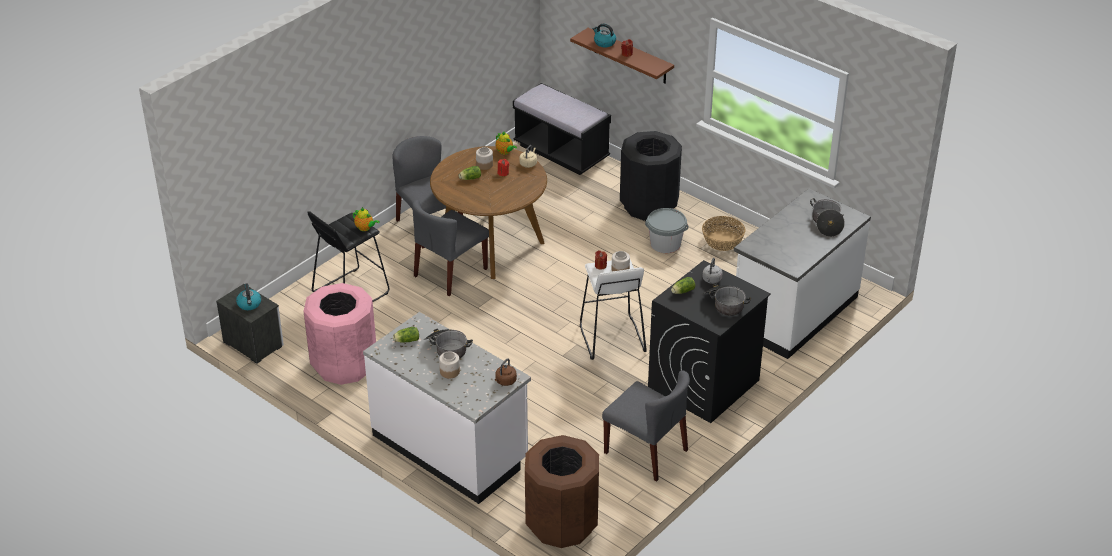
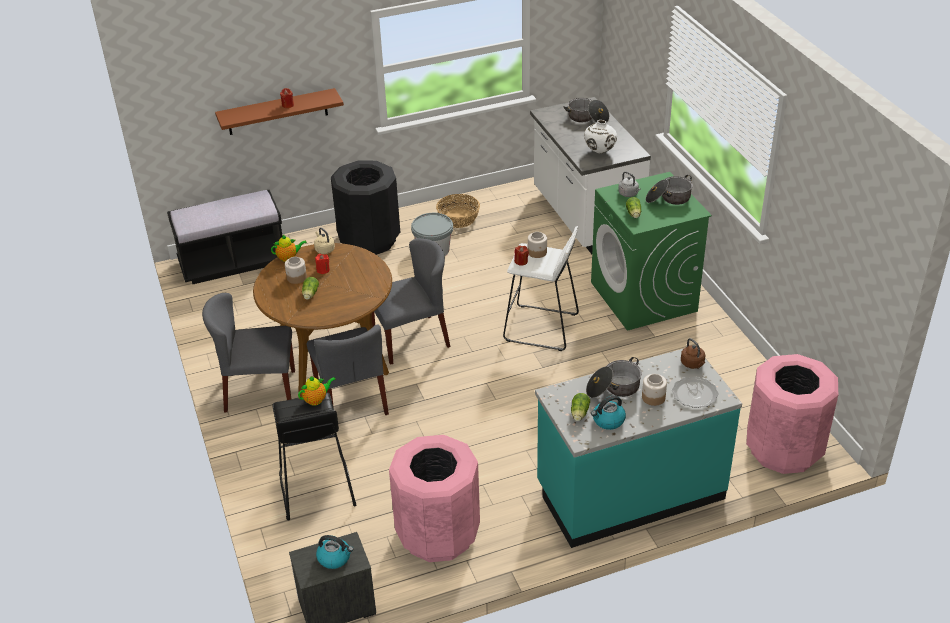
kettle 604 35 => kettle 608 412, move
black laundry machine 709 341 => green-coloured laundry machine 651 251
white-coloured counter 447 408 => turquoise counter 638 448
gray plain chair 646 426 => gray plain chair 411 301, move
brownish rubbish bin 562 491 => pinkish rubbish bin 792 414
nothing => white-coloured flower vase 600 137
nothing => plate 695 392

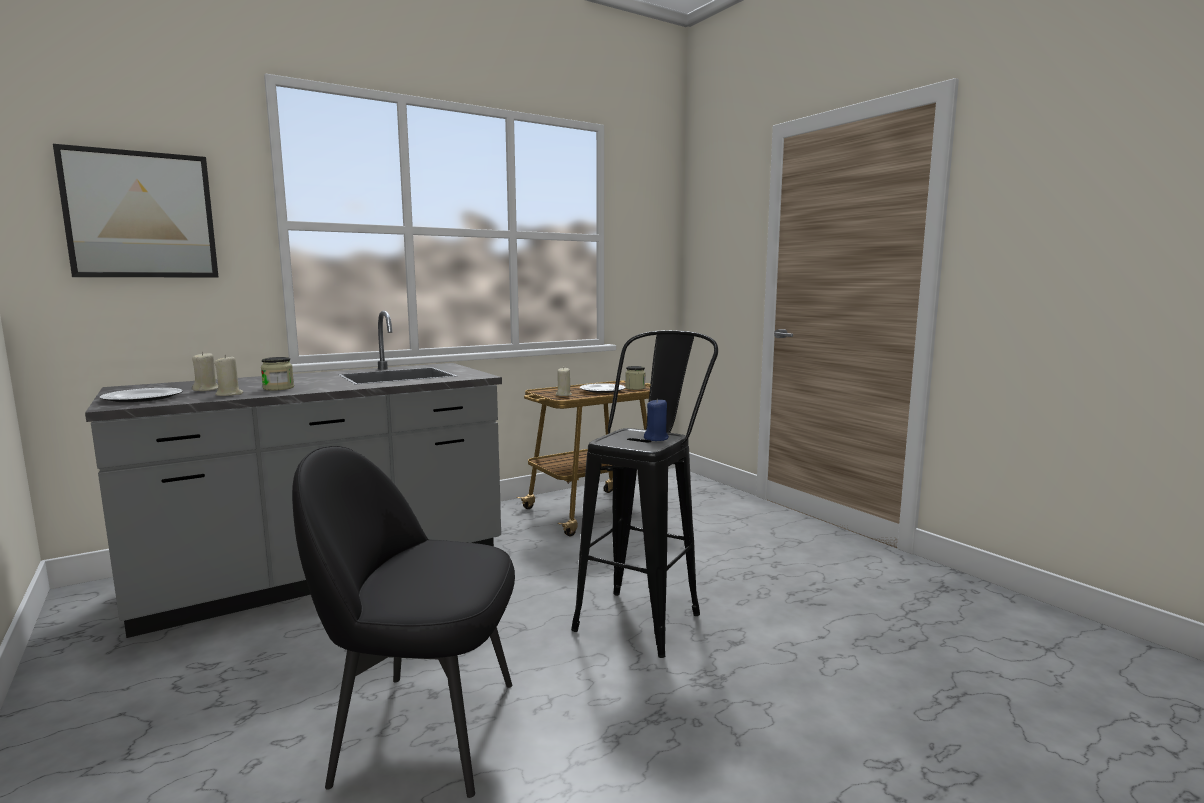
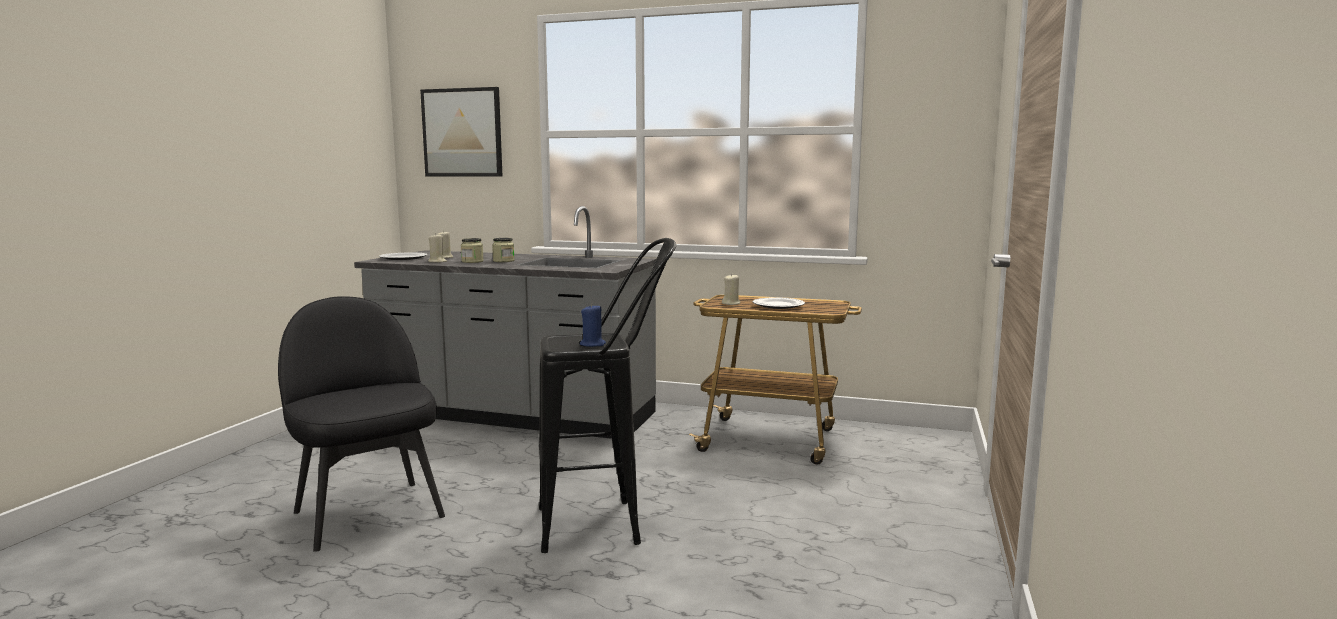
storage jar 635 378 => storage jar 503 250, move

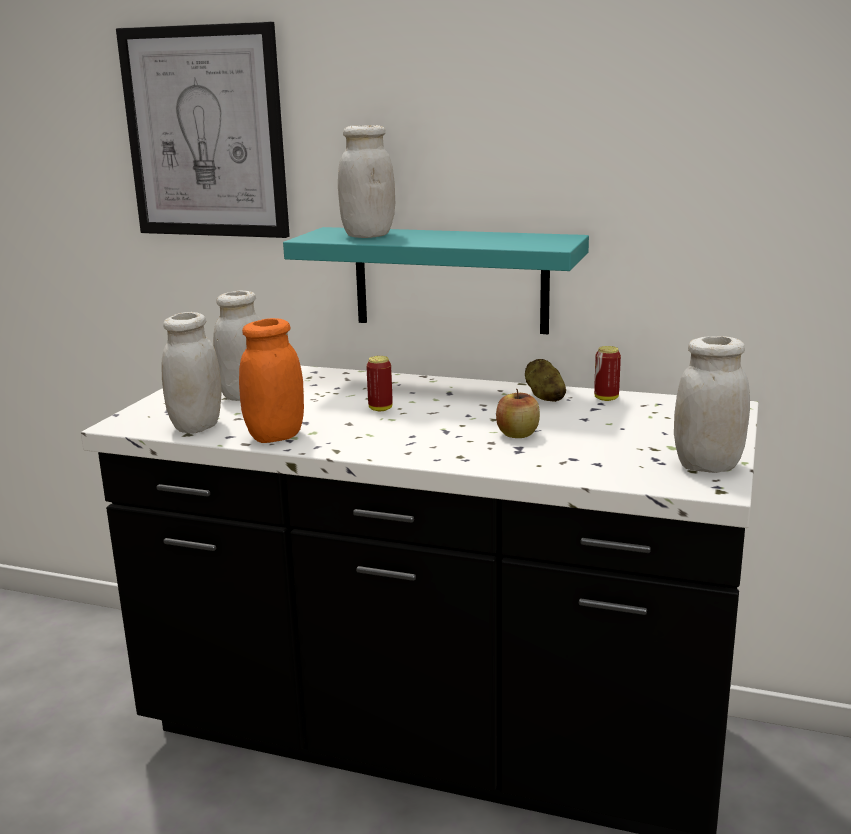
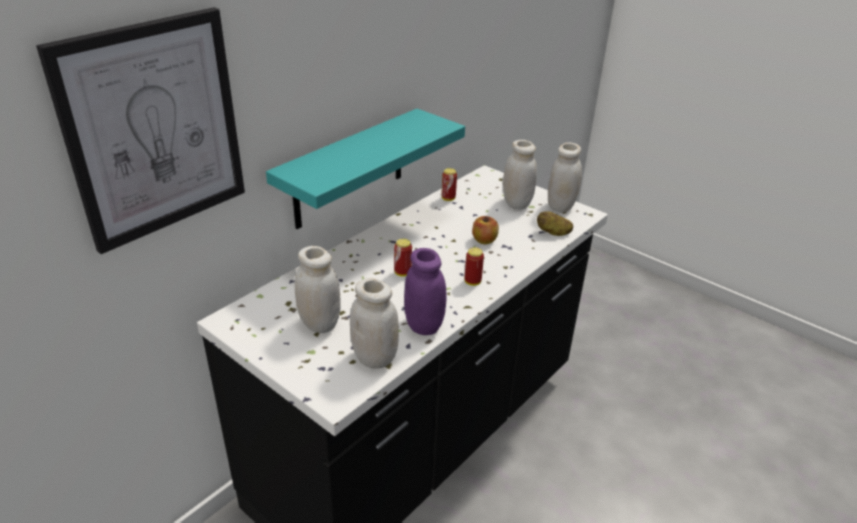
white-coloured storage jar 366 181 => white-coloured storage jar 520 174, move
orange storage jar 271 380 => purple storage jar 425 291
spud 545 380 => spud 555 223, move
nothing => can 474 266

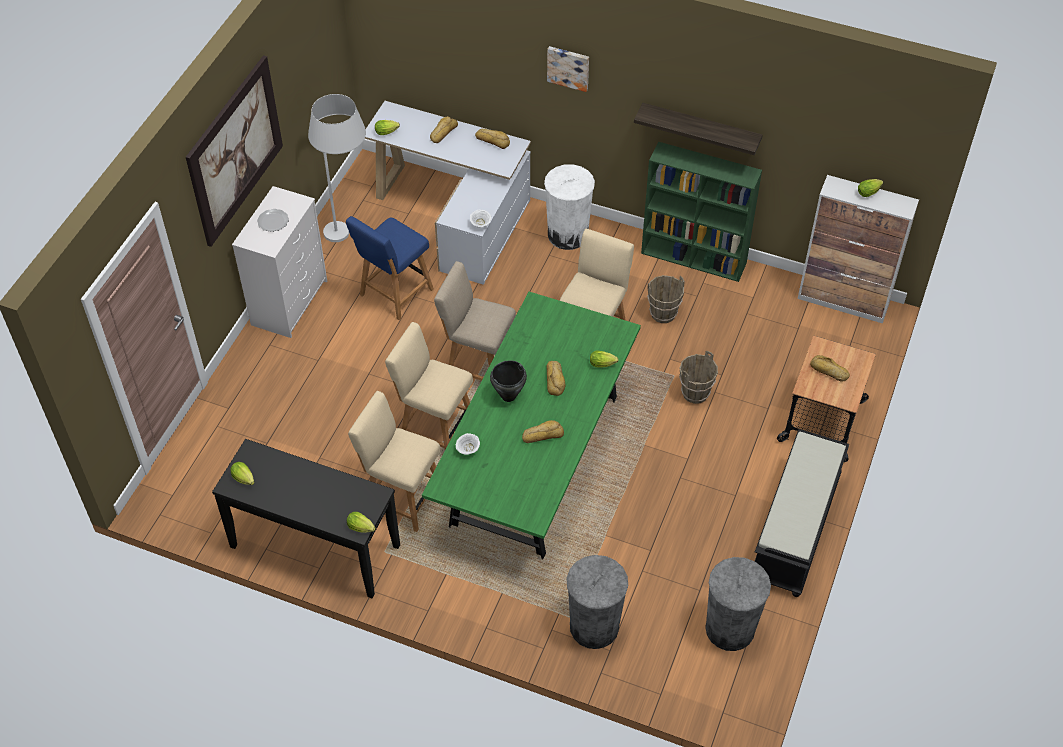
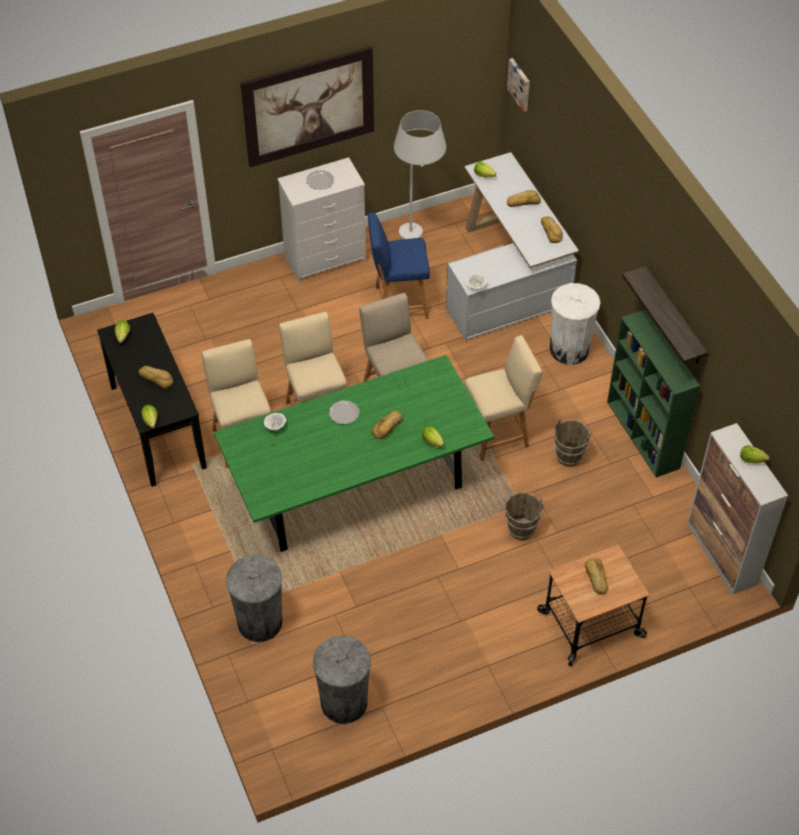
wall picture 568 69 => wall picture 518 85, move
black saucepot 508 381 => plate 344 412
bakery bread 543 431 => bakery bread 156 377, move
black indoor bench 802 513 => nothing

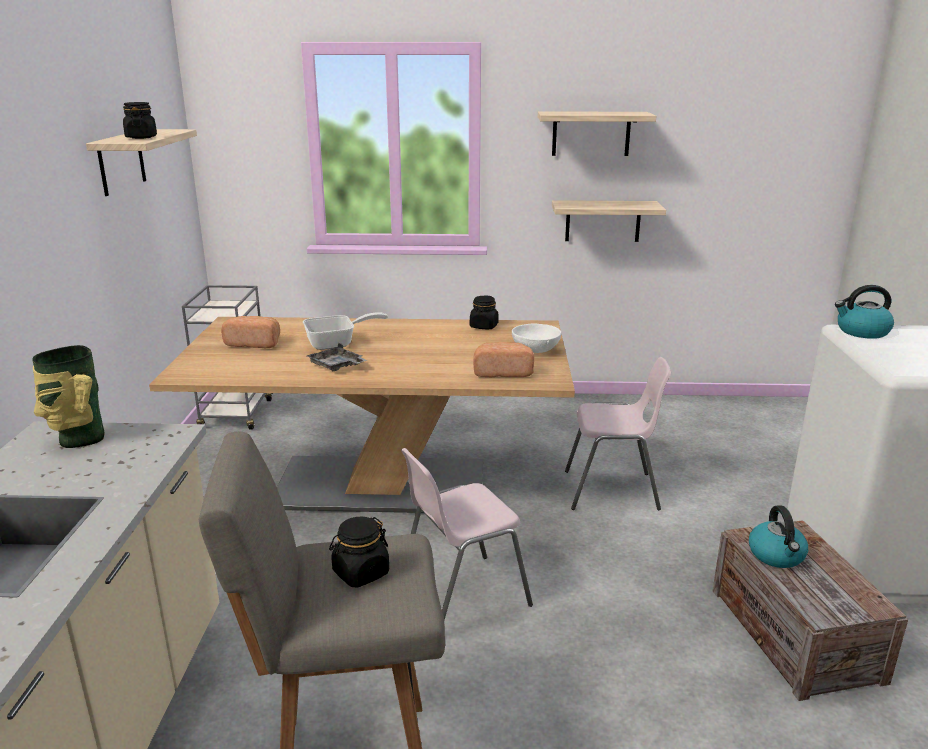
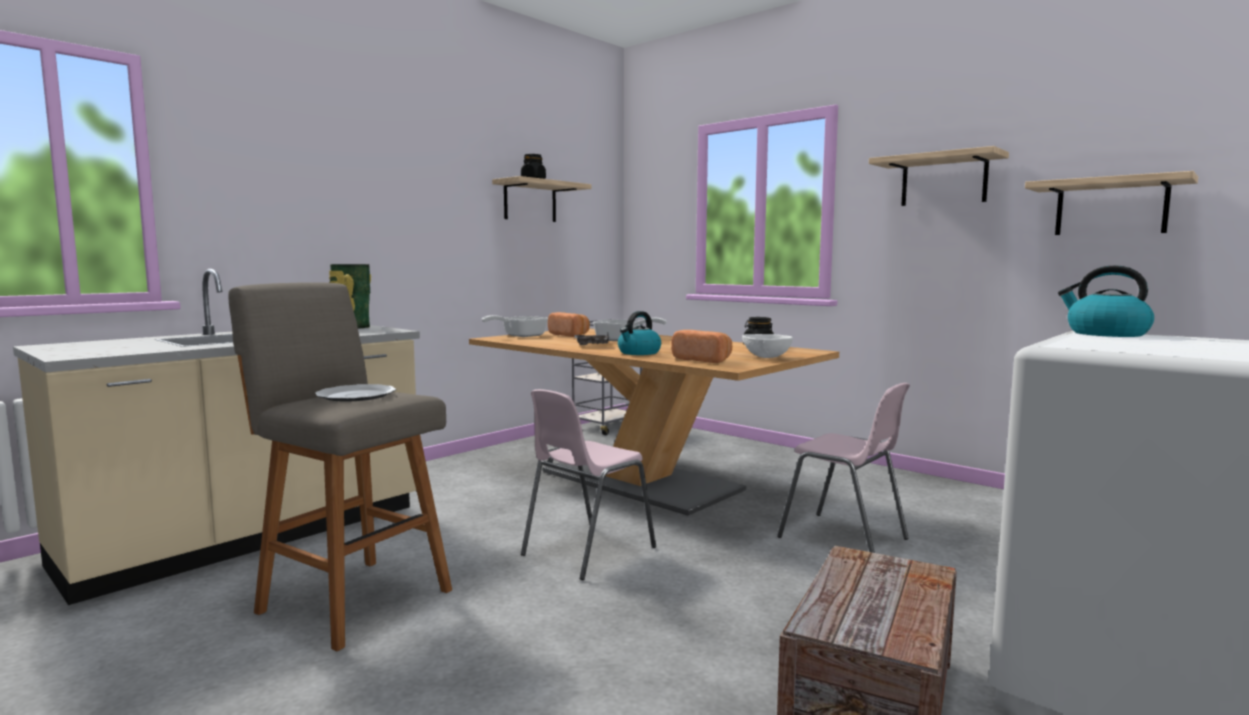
bracket shelf 609 221 => bracket shelf 1111 203, move
pinkish plain chair 467 534 => pinkish plain chair 588 484, 60 degrees counterclockwise
kettle 778 537 => kettle 639 333, move
black storage jar 359 552 => plate 355 393
nothing => frying pan 515 326

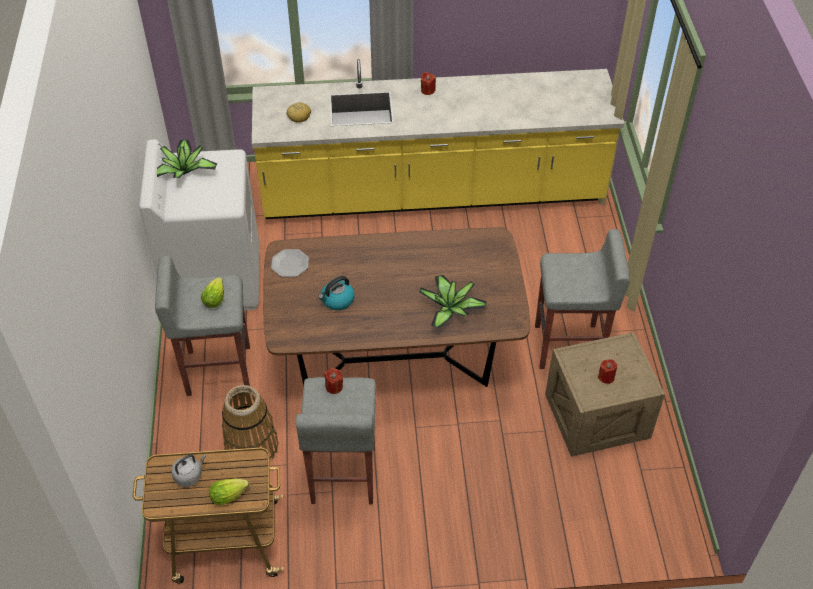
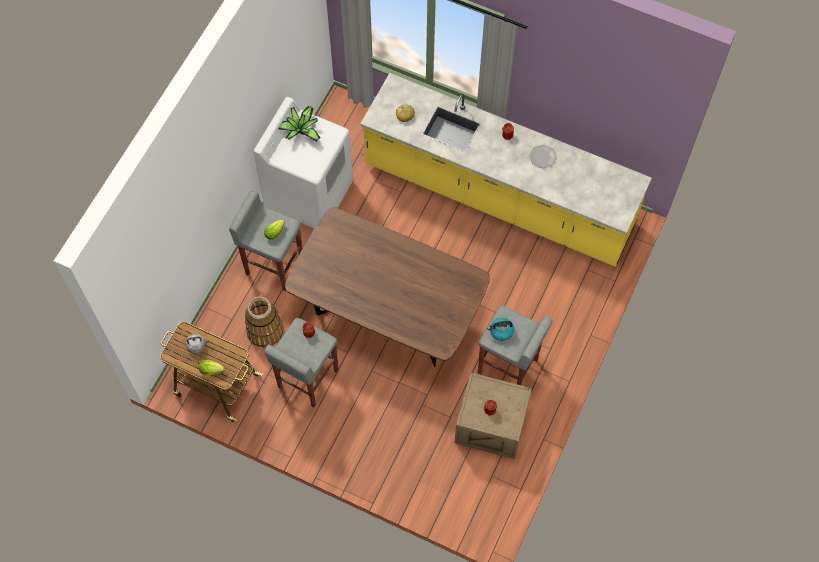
plate 290 263 => plate 543 156, move
plant in a pot 453 302 => nothing
kettle 336 293 => kettle 500 329, move

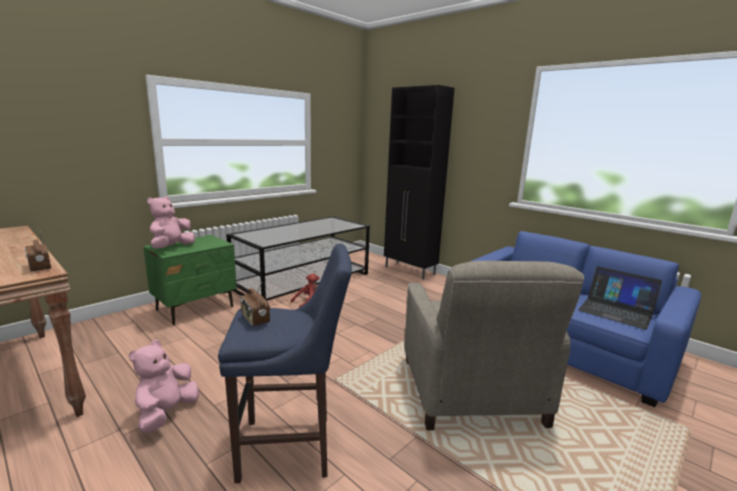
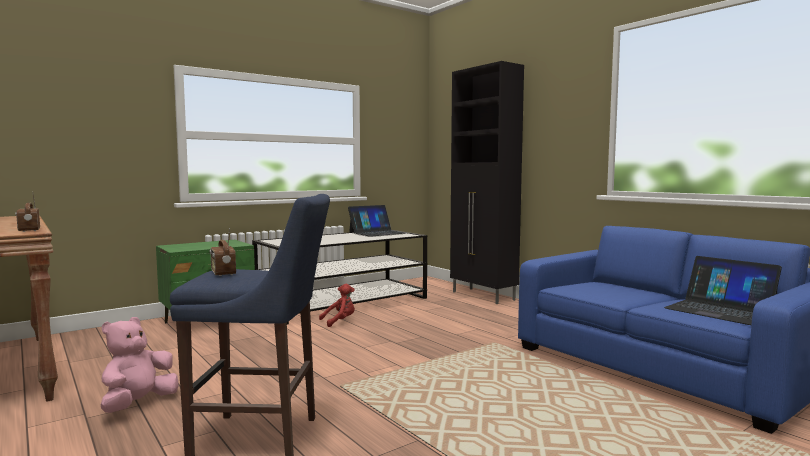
pinkish soft toy 171 222 => nothing
beige-coloured lounge chair 494 345 => nothing
nothing => laptop 377 221

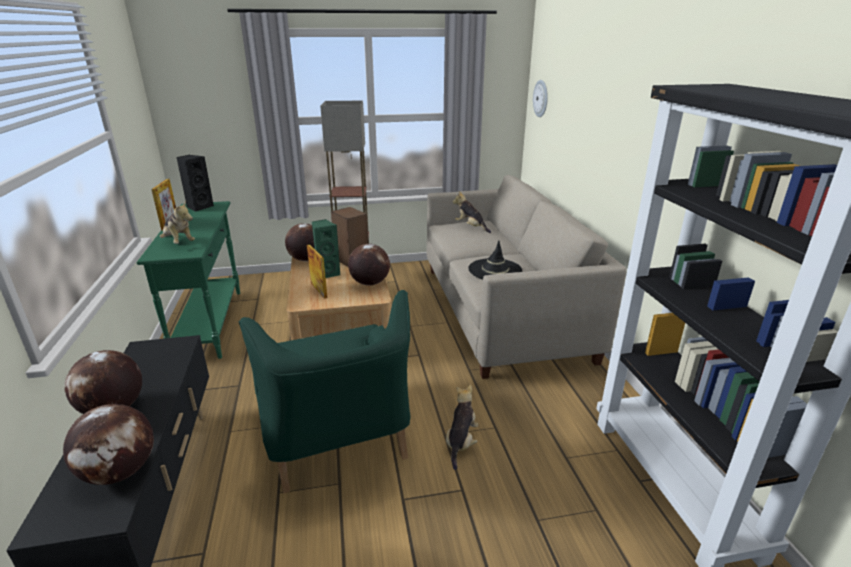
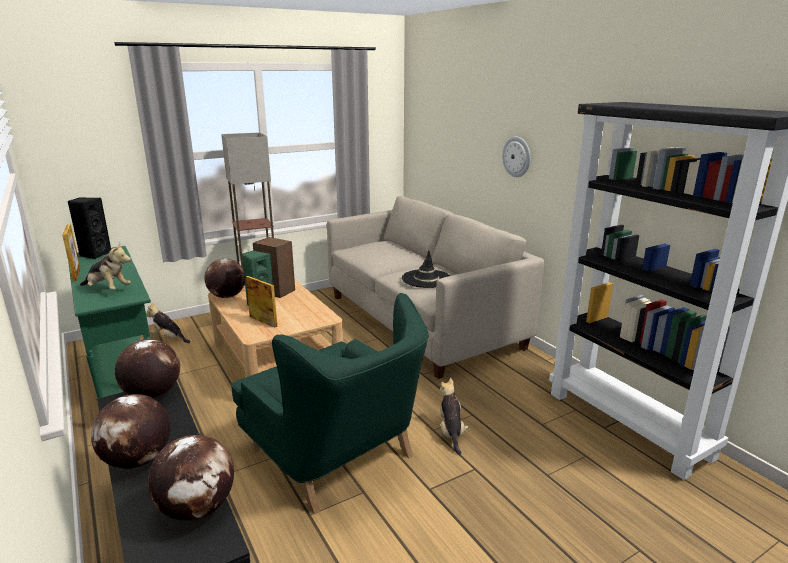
clock on the wall 540 98 => clock on the wall 516 156, move
soft toy 471 212 => soft toy 168 322, move
globe 369 265 => globe 147 369, move

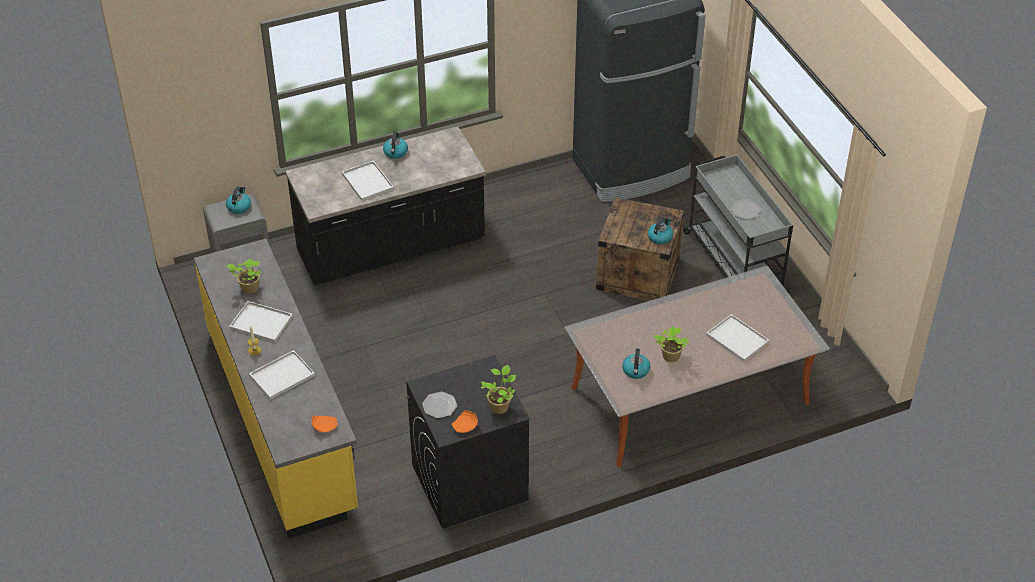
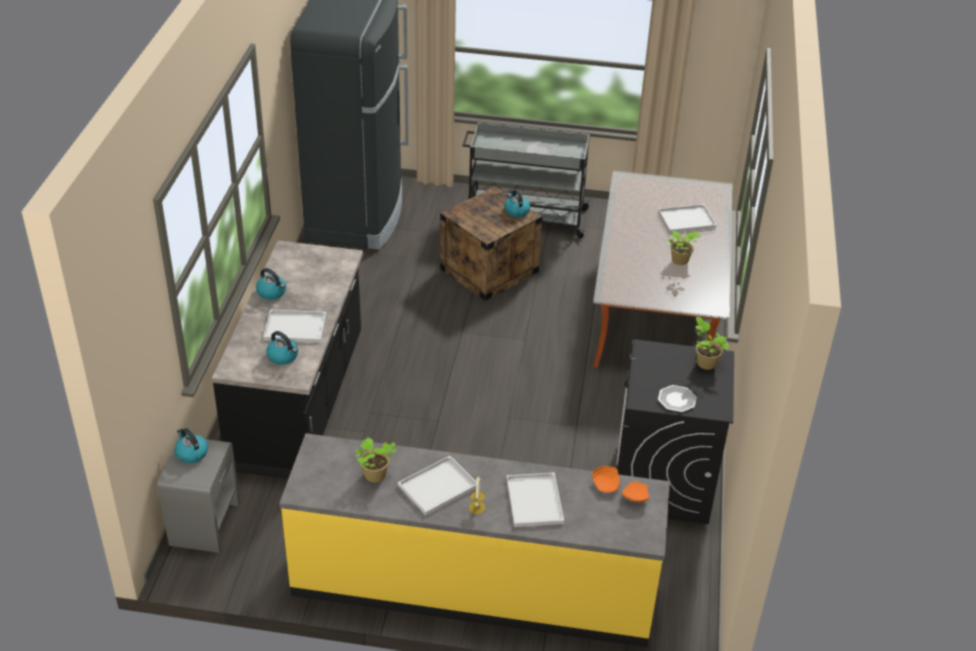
kettle 636 363 => kettle 282 348, move
orange plate 465 421 => orange plate 606 479, move

